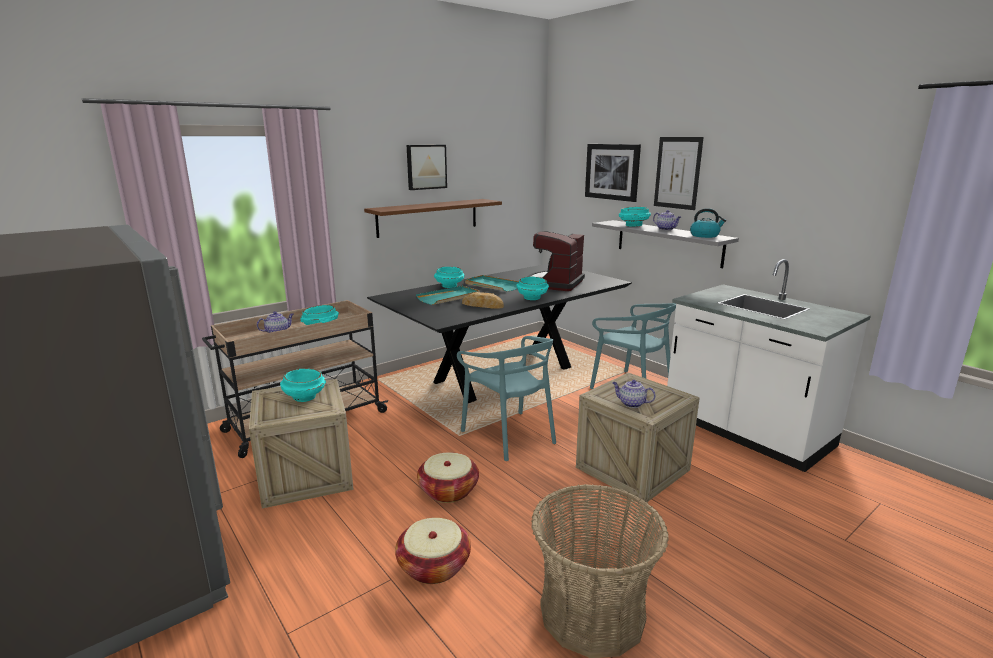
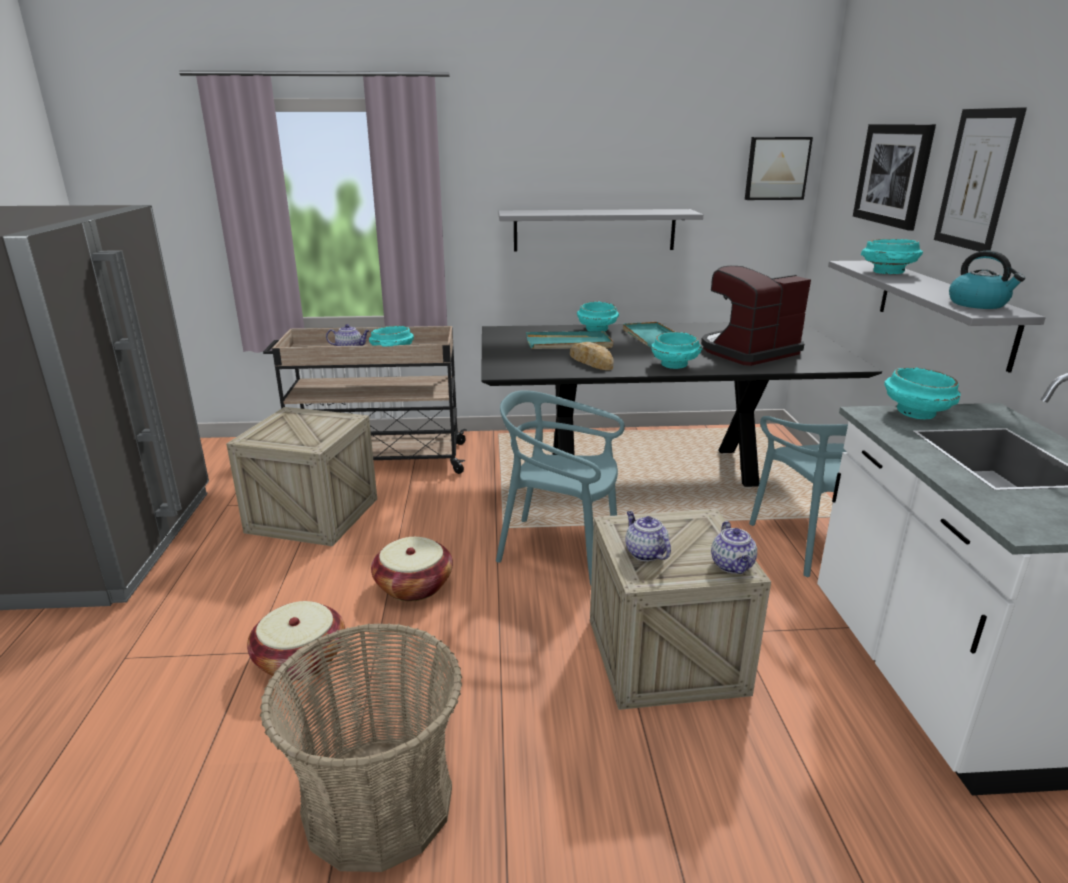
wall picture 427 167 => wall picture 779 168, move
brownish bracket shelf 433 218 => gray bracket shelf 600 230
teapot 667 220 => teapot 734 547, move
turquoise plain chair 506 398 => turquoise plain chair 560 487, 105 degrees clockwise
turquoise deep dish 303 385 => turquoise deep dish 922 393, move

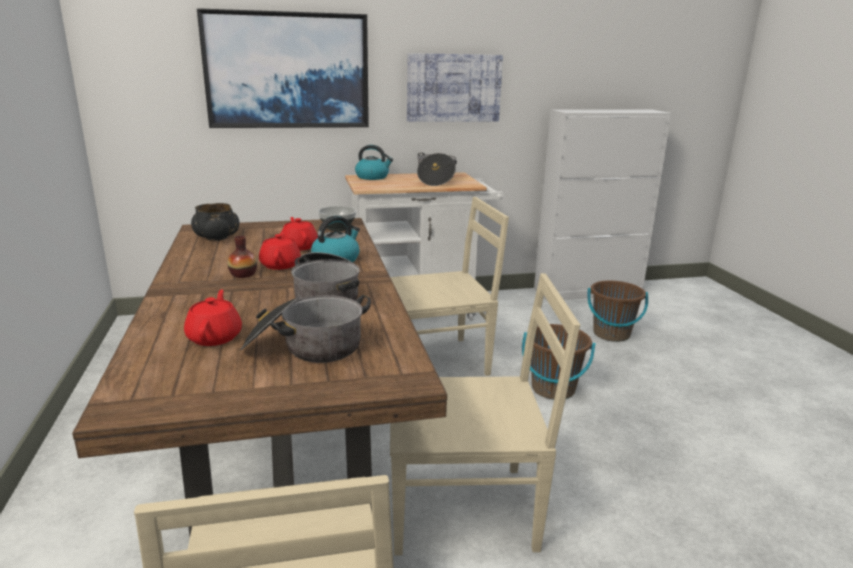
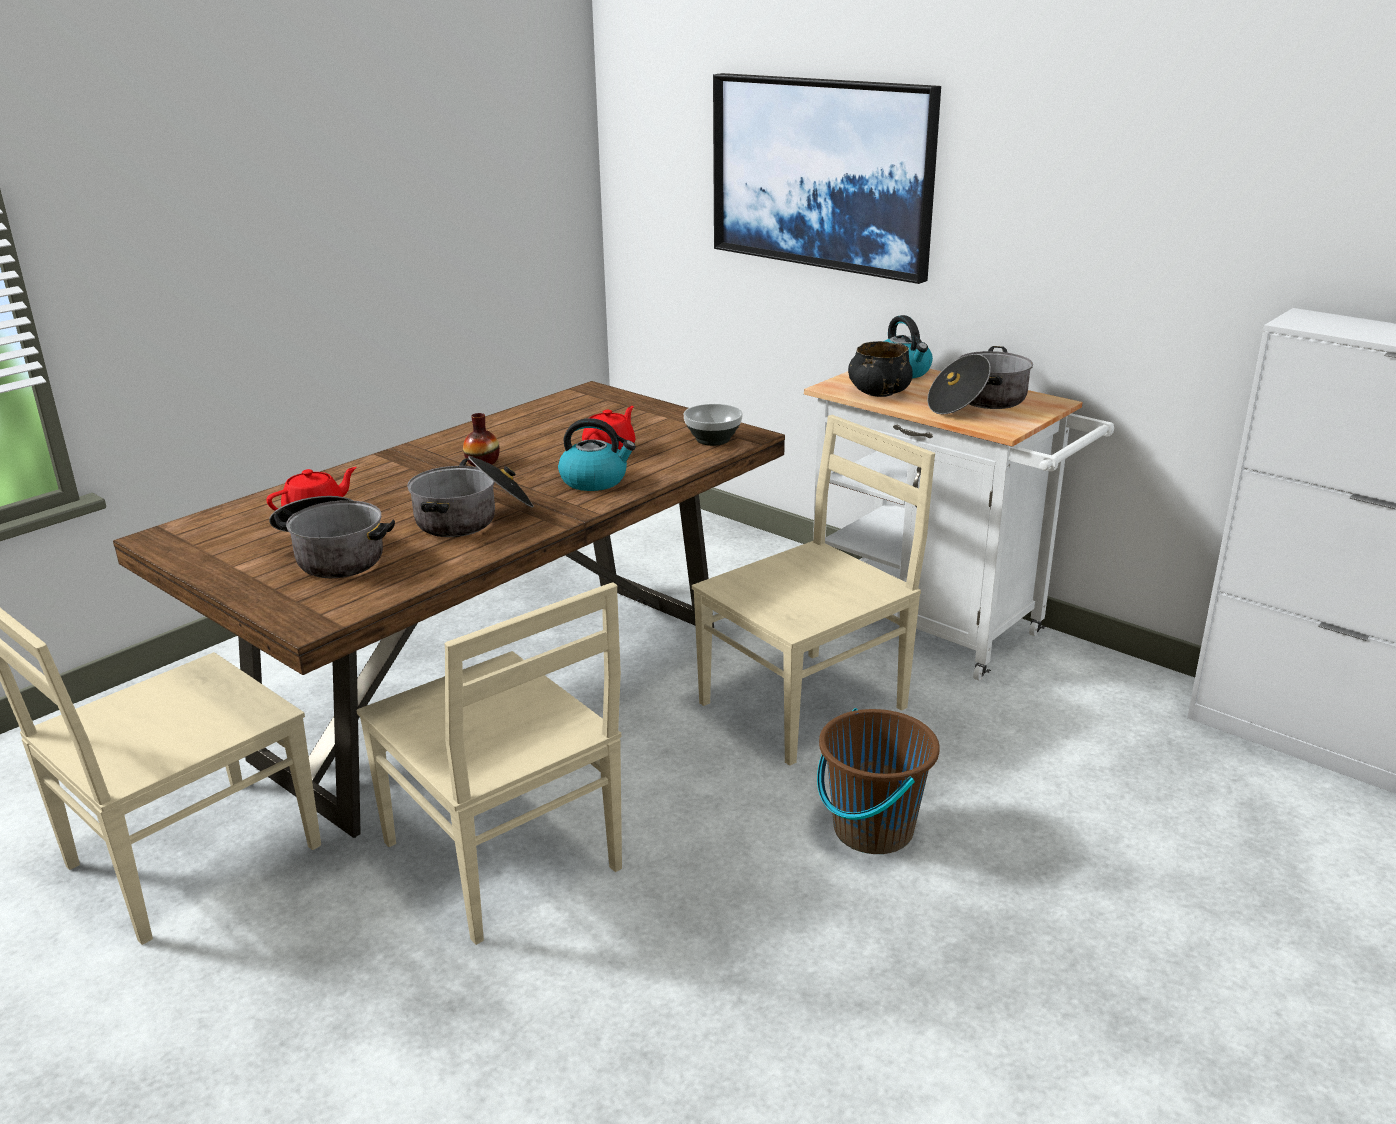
wall picture 455 87 => nothing
beige-coloured plain chair 449 286 => beige-coloured plain chair 813 590, 75 degrees counterclockwise
black deep dish 215 222 => black deep dish 880 369, move
red teapot 280 250 => nothing
brownish bucket 618 311 => nothing

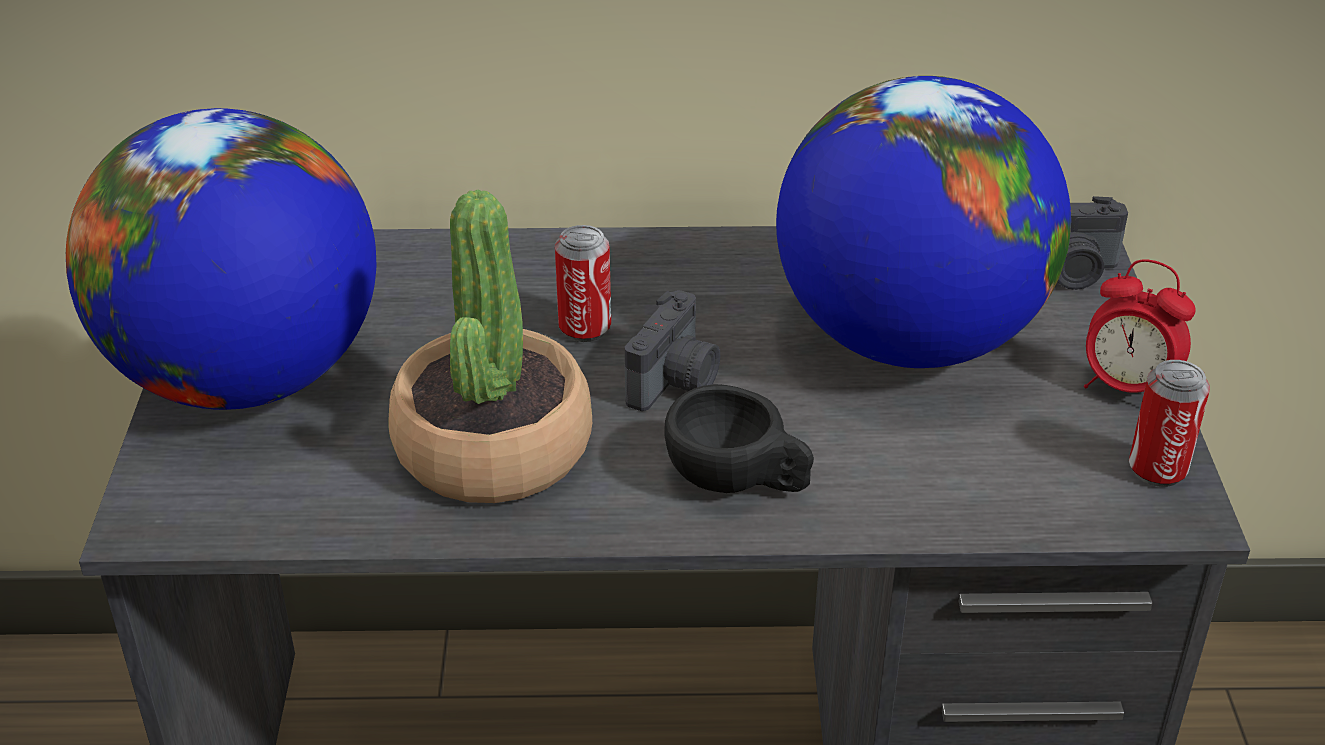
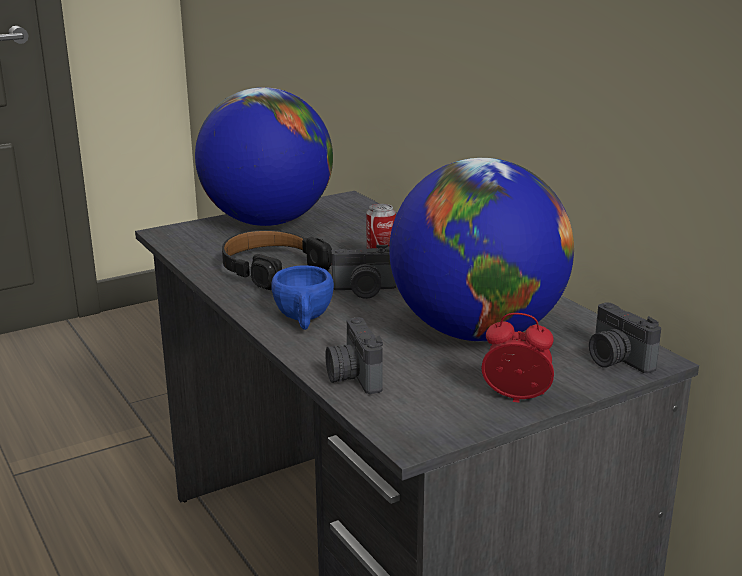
plant in a pot 490 346 => black headset 277 260
bedside clock 1140 326 => bedside clock 518 358, 105 degrees clockwise
can 1169 423 => nothing
black small cup 739 438 => bluish small cup 302 297
nothing => photo camera 354 355

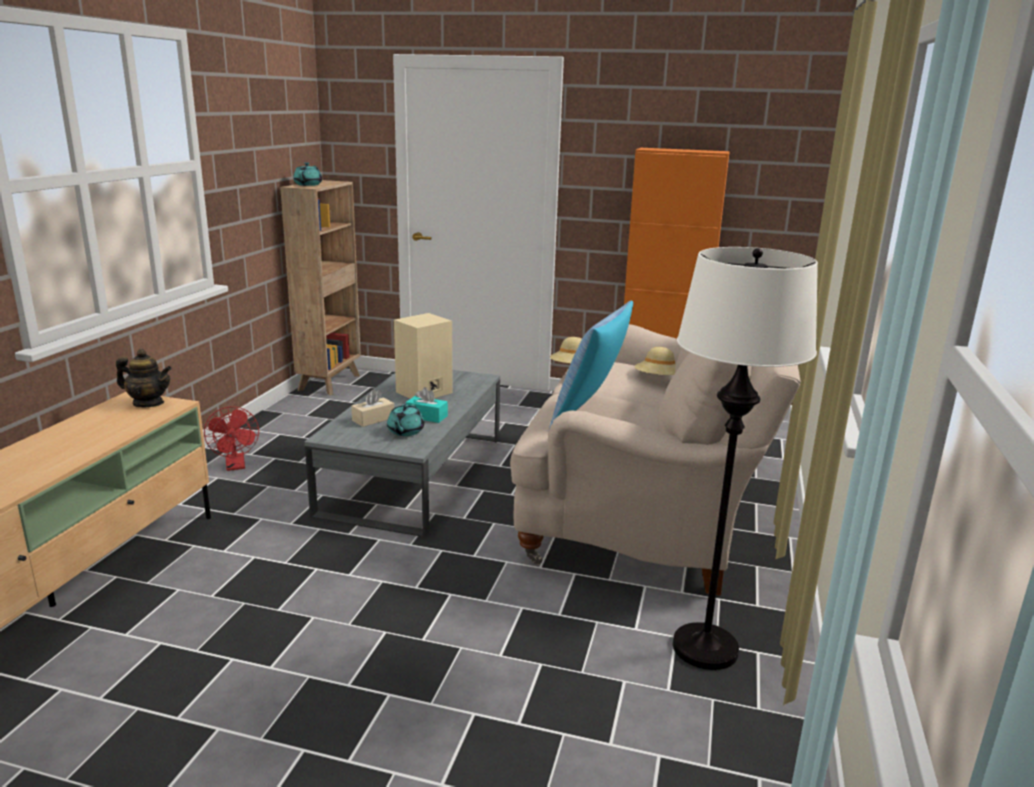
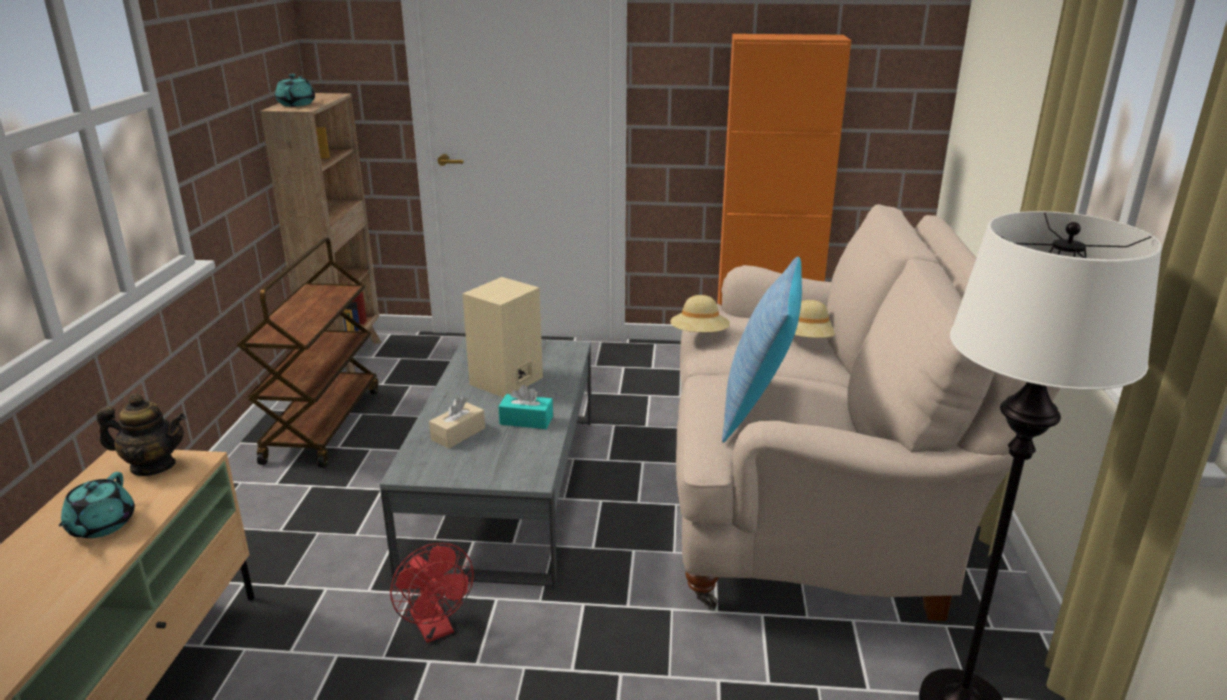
turquoise teapot 405 420 => turquoise teapot 97 505, move
red fan 231 438 => red fan 432 593, move
nothing => brownish wheeled cart 308 353

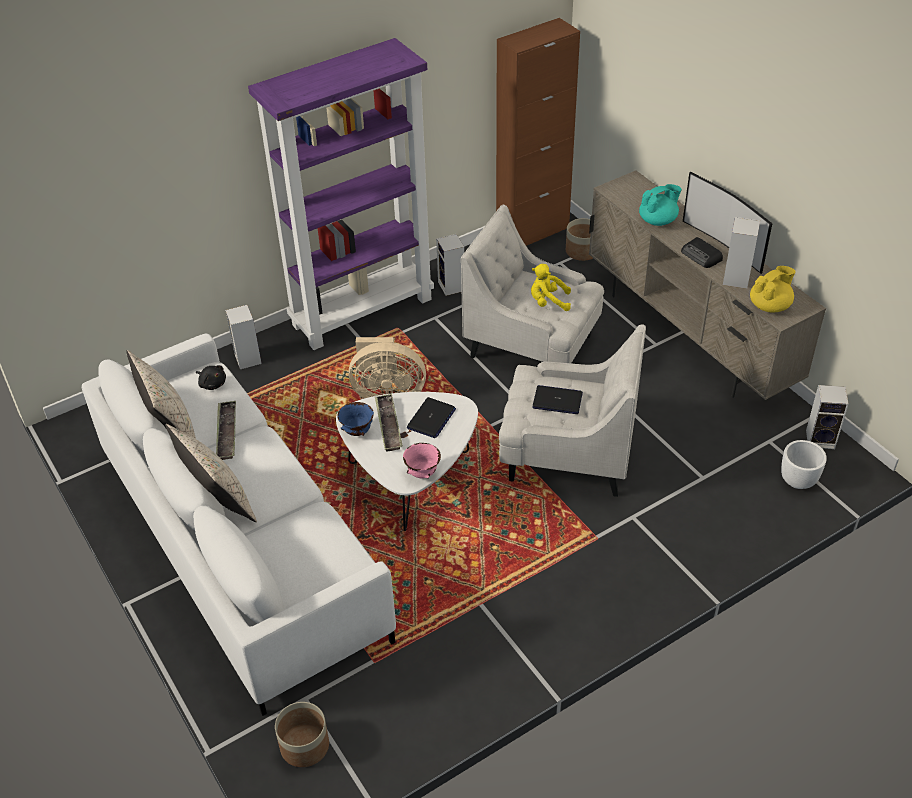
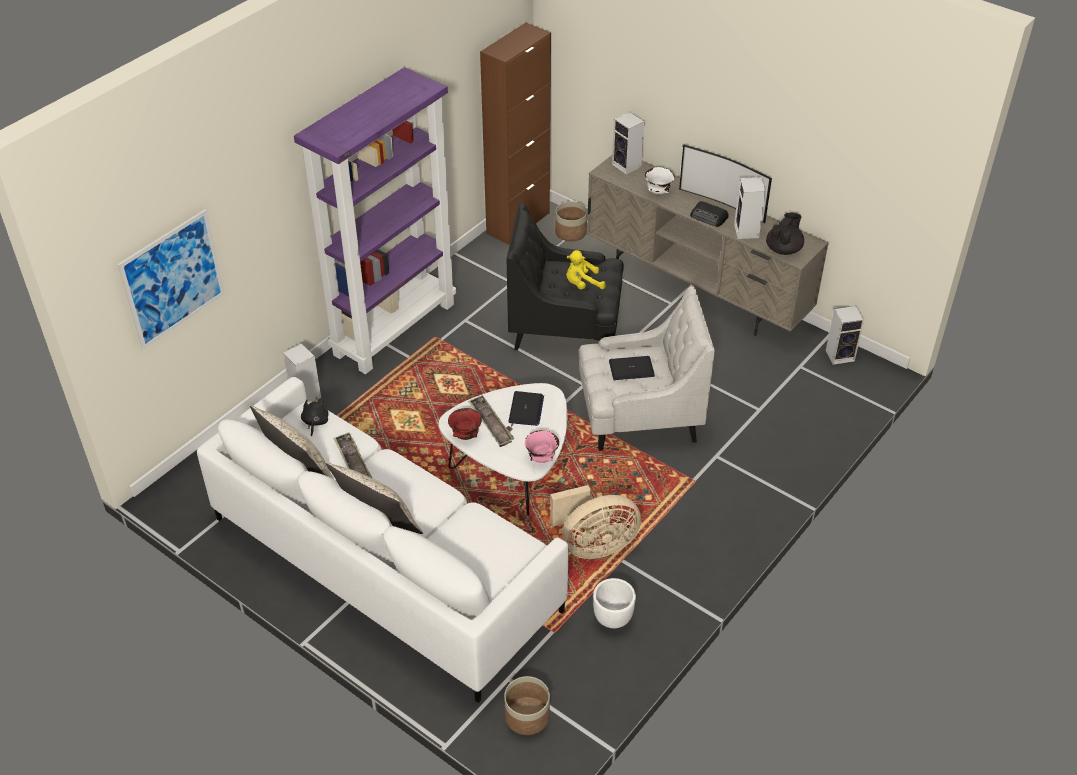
turquoise teapot 660 205 => white-coloured deep dish 659 181
white-coloured lounge chair 532 284 => black lounge chair 565 276
speaker 450 265 => speaker 628 143, move
yellow-coloured teapot 773 289 => black teapot 785 234
beige-coloured fan 387 368 => beige-coloured fan 595 522, move
black soft toy 211 377 => black soft toy 314 417, 105 degrees counterclockwise
bluish deep dish 355 419 => red deep dish 465 424
white-coloured planter 804 464 => white-coloured planter 614 603, move
nothing => wall picture 171 279

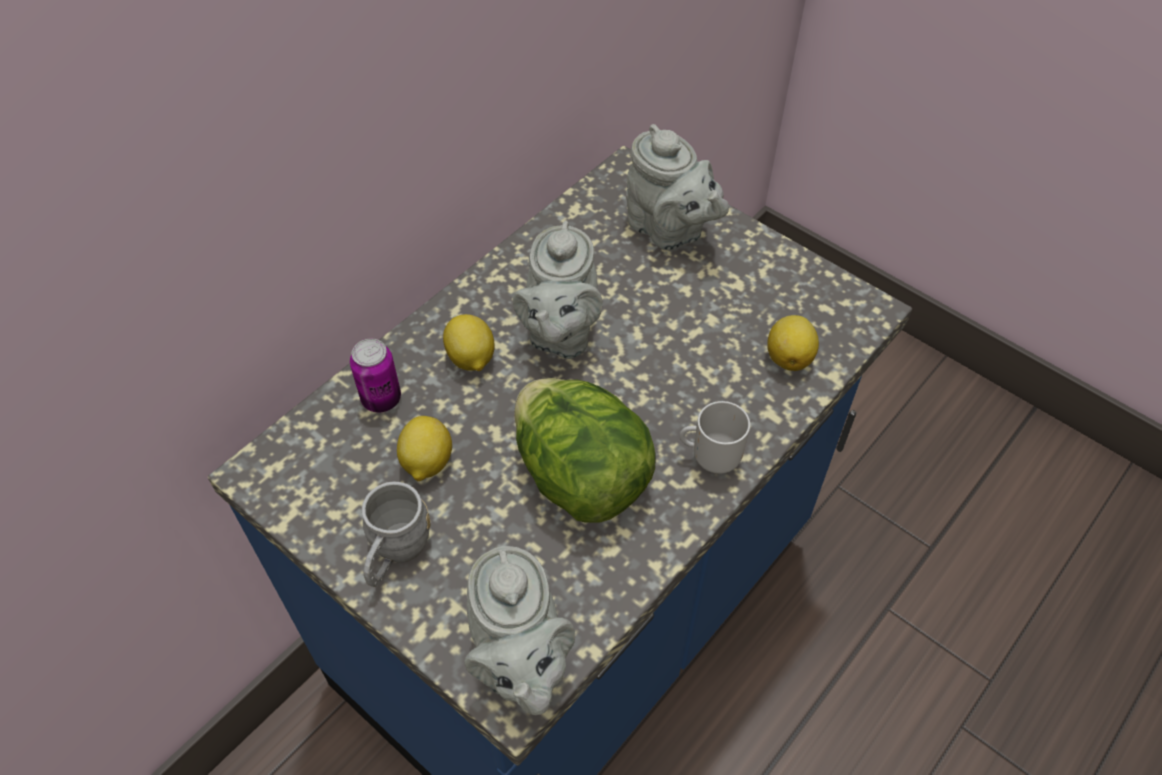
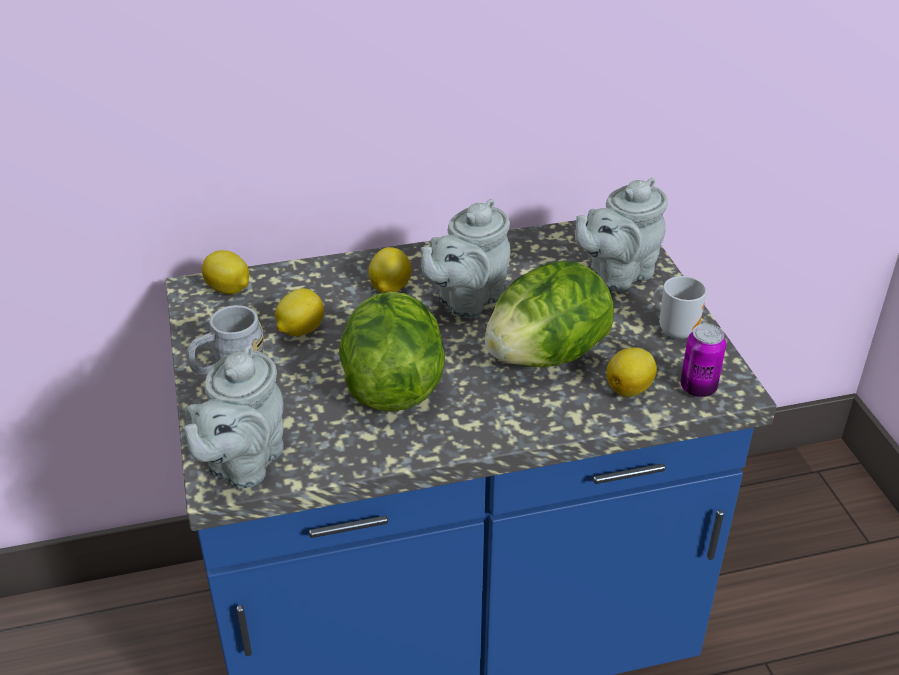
gray teapot 677 187 => gray teapot 621 234, 60 degrees clockwise
can 375 376 => can 703 360, move
mug 714 437 => mug 680 307, move
nothing => whole lemon 225 272
nothing => head of lettuce 549 314

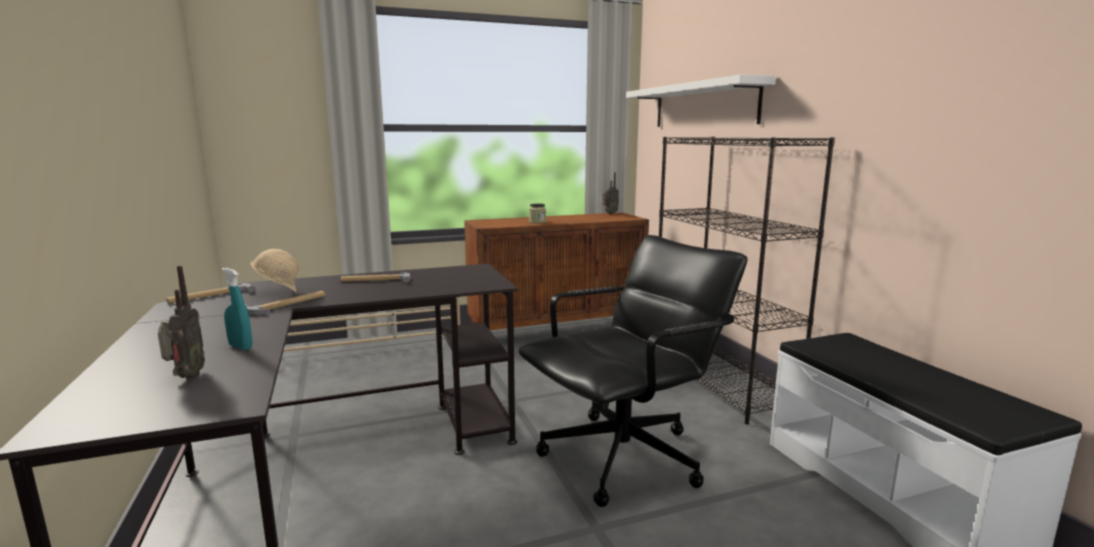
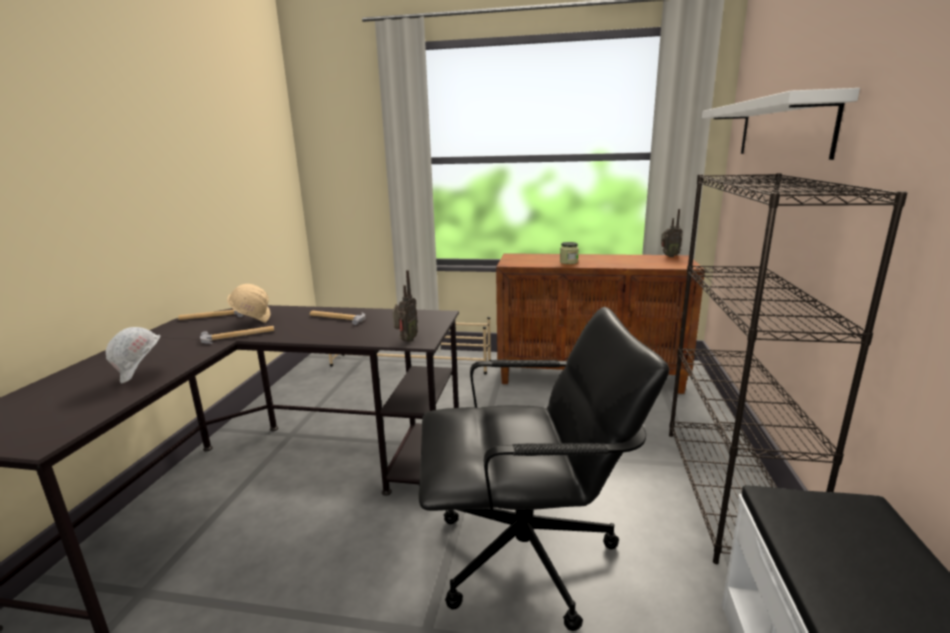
radio 181 321 => radio 405 306, move
turquoise spray bottle 237 309 => white-coloured safety helmet 133 355

